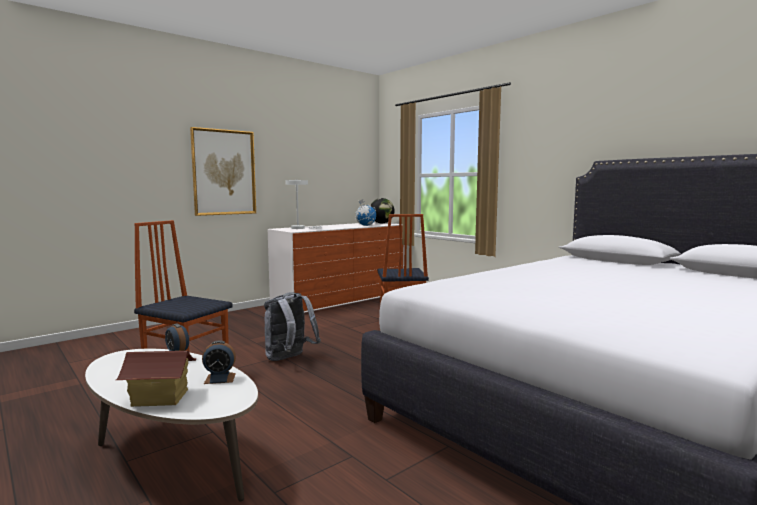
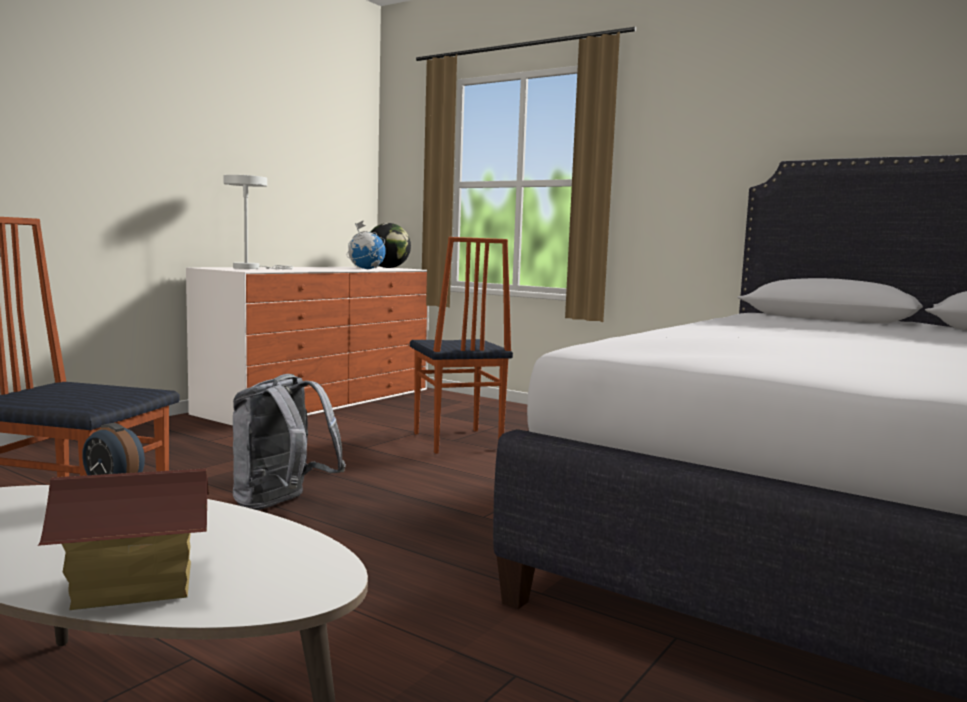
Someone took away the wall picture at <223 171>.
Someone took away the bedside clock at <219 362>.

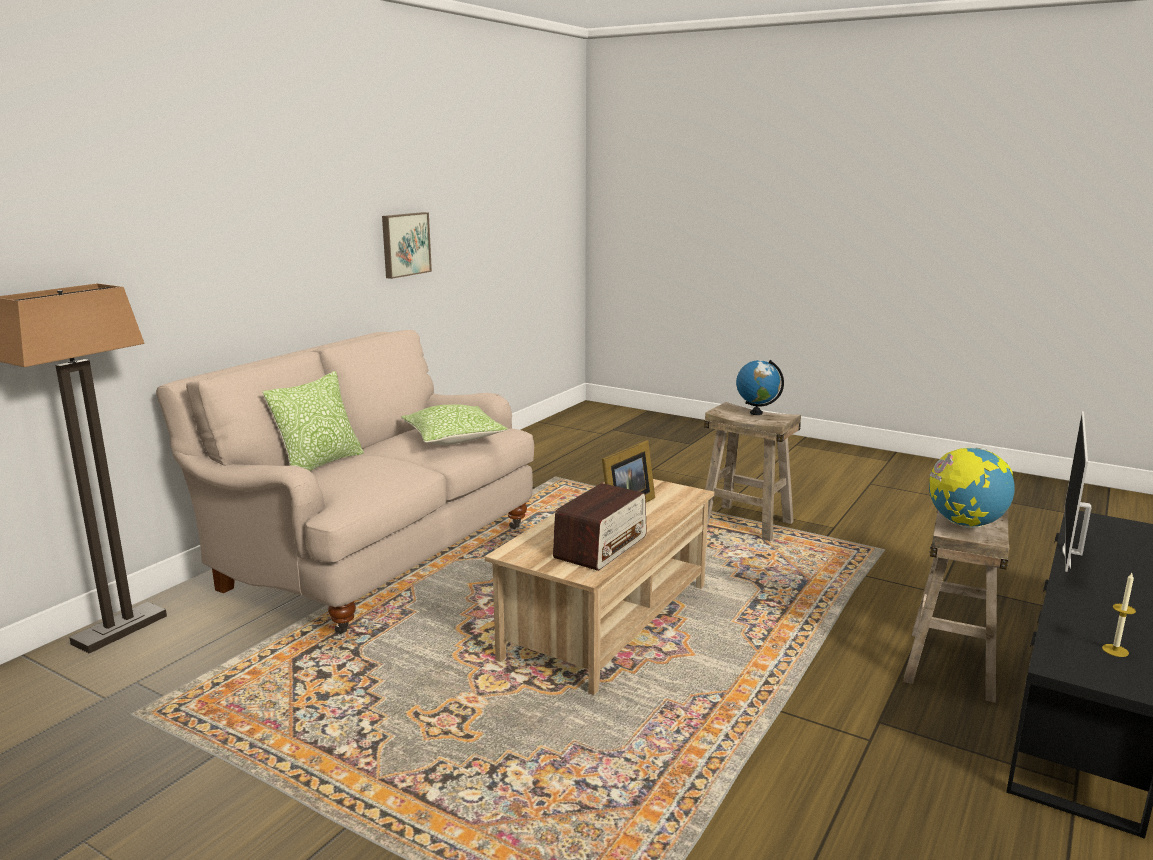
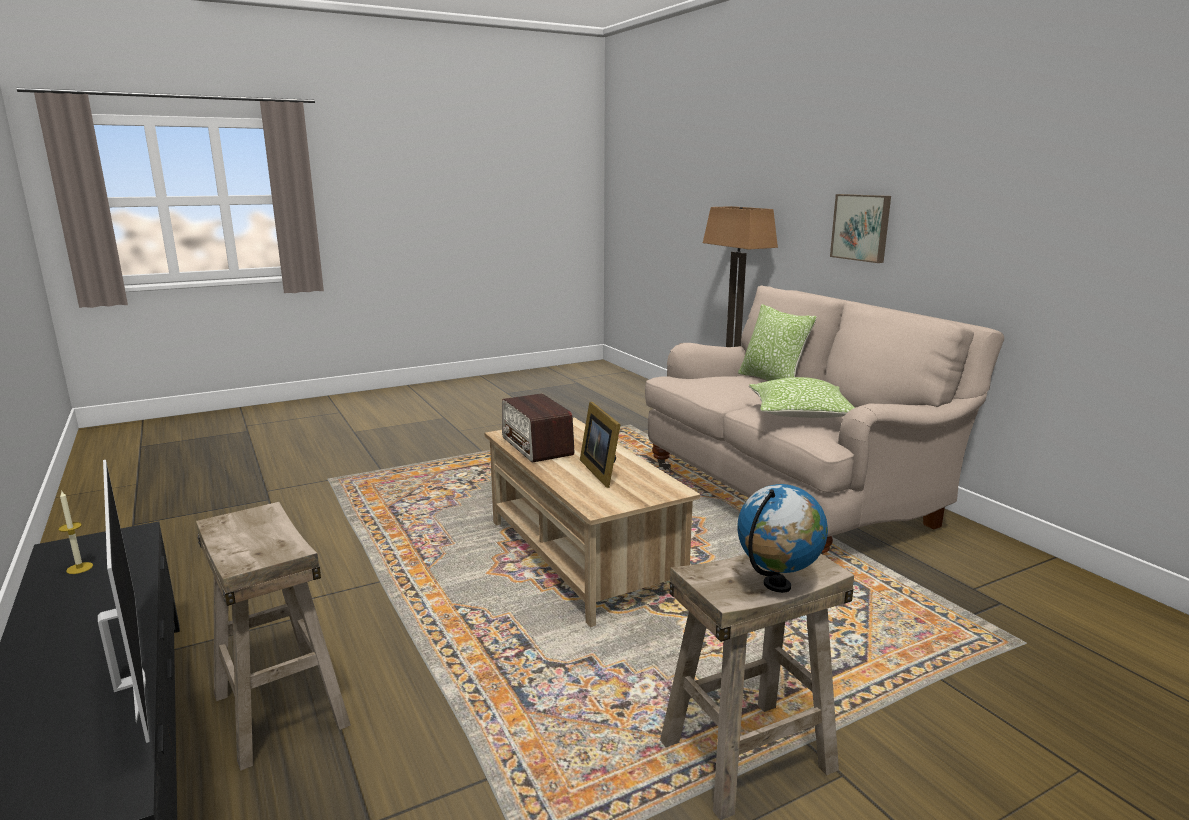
Someone took away the world globe at <972 487>.
Someone carried the wall picture from <407 245> to <860 228>.

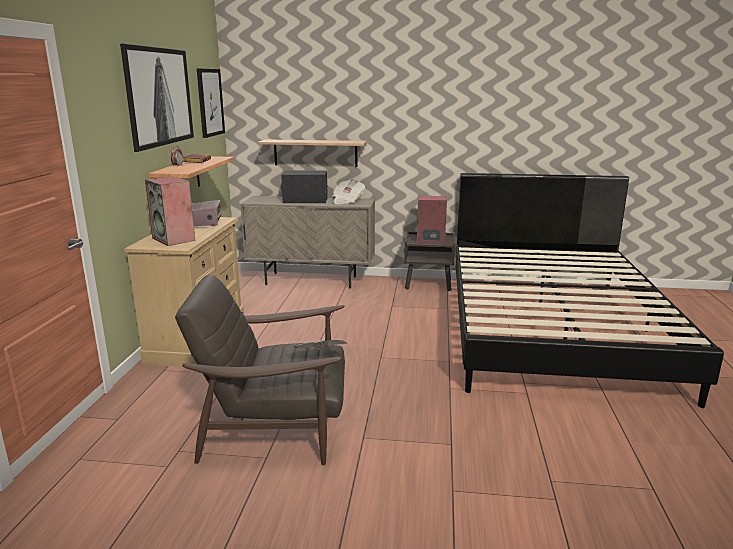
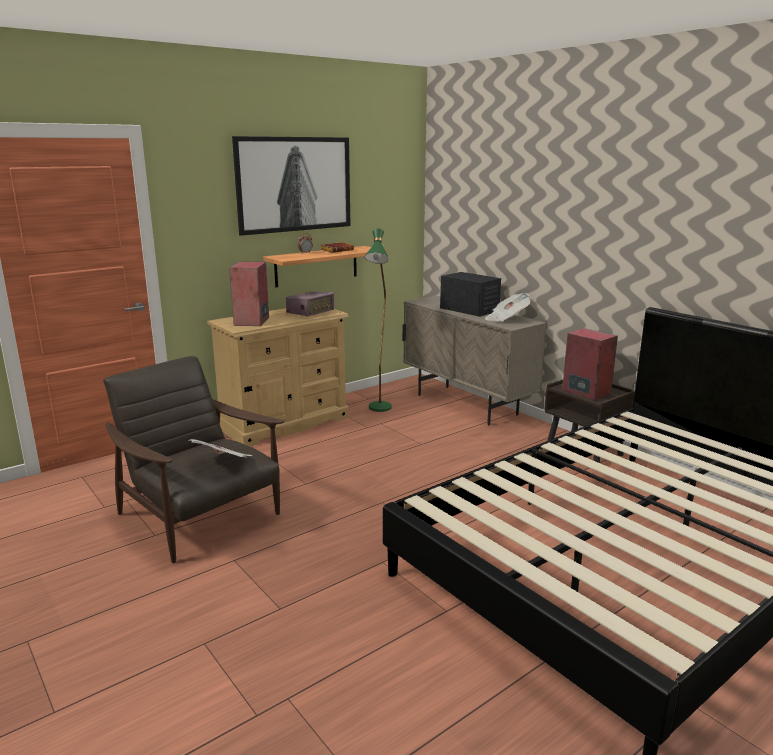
Someone took away the wall picture at <211 103>.
Someone took away the wall shelf at <312 153>.
Someone put down the standard lamp in green at <378 320>.

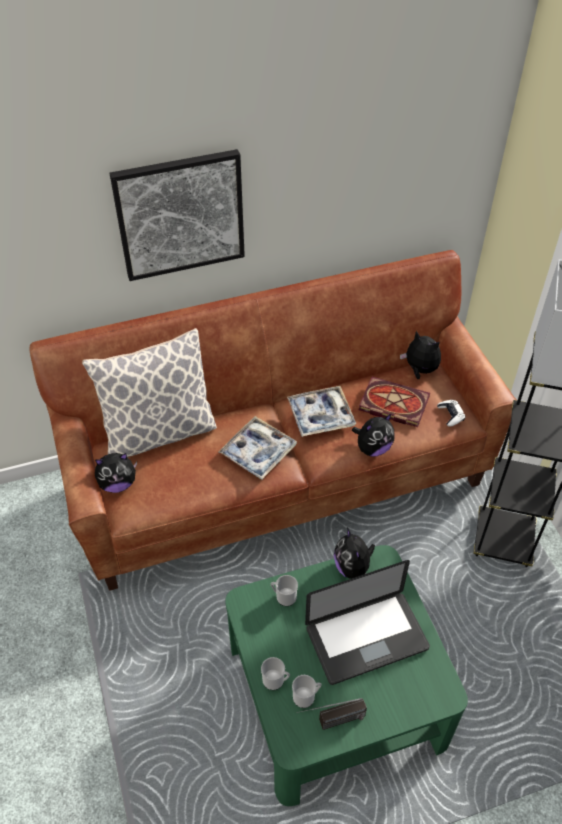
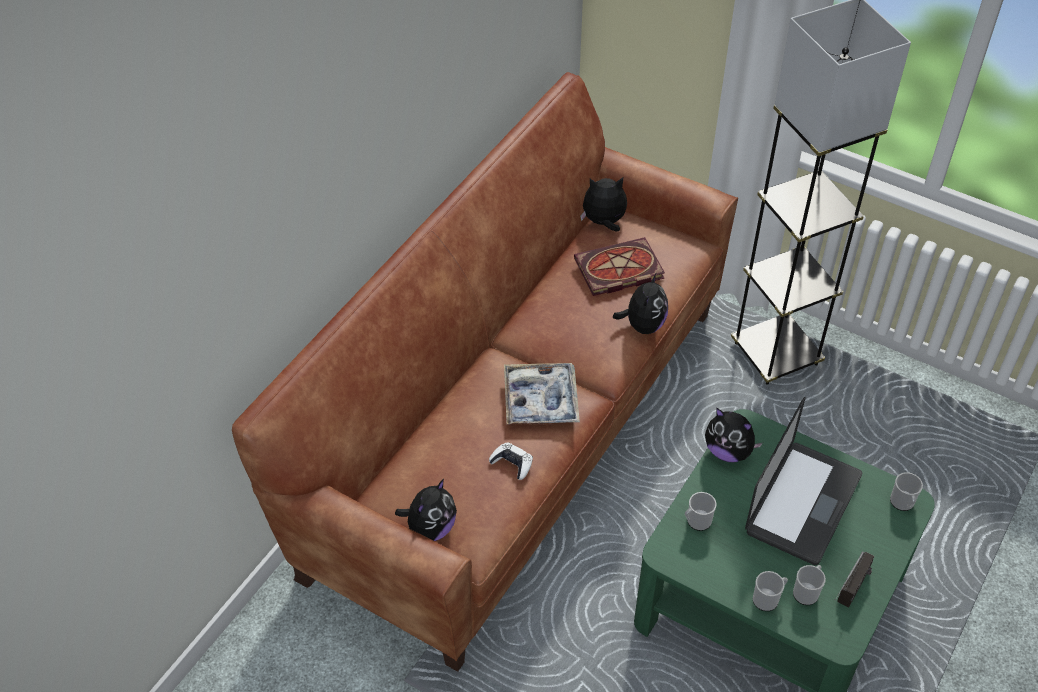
Someone took away the throw pillow at <149 392>.
Someone took away the wall picture at <177 215>.
Someone took away the carrying tray at <322 411>.
Someone put down the coffee mug at <906 491>.
Someone carried the game controller in white from <451 413> to <511 461>.

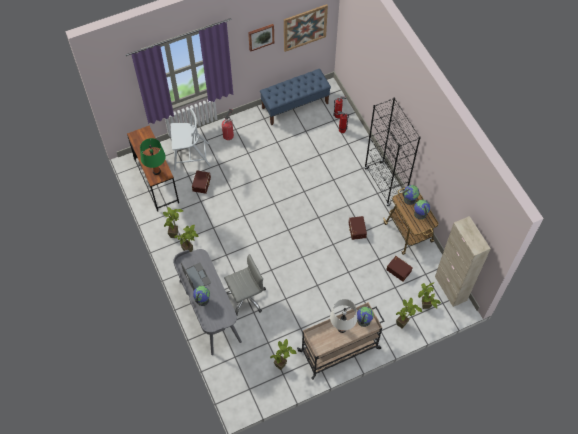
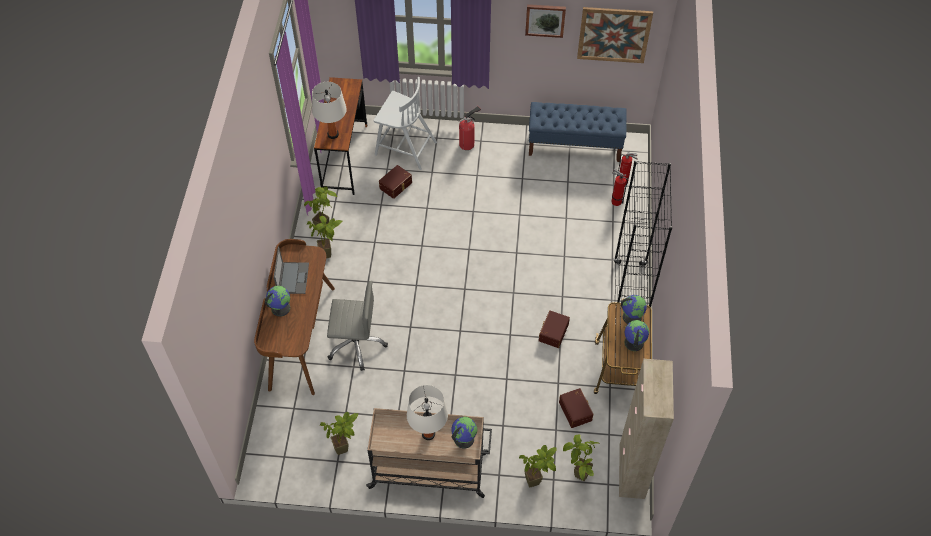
Someone repainted the table lamp in green at <153 156>, which became the table lamp in white at <329 110>.
Someone repainted the desk table in gray at <207 302>, which became the desk table in brownish at <294 317>.

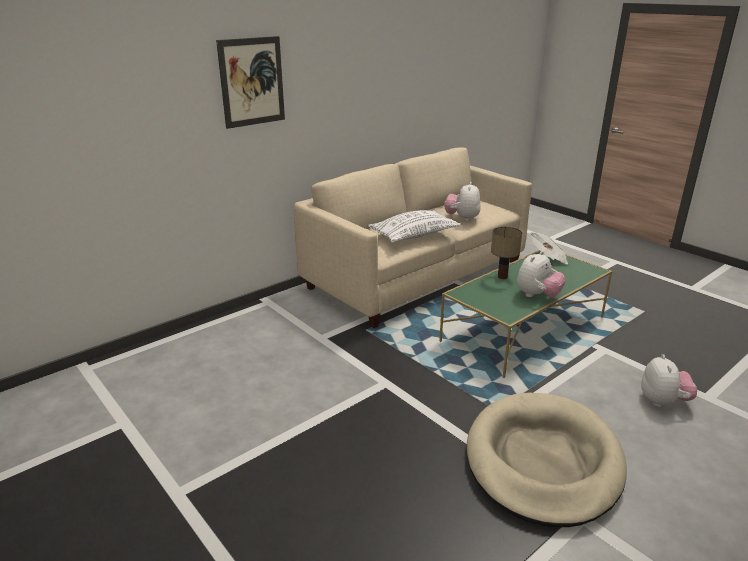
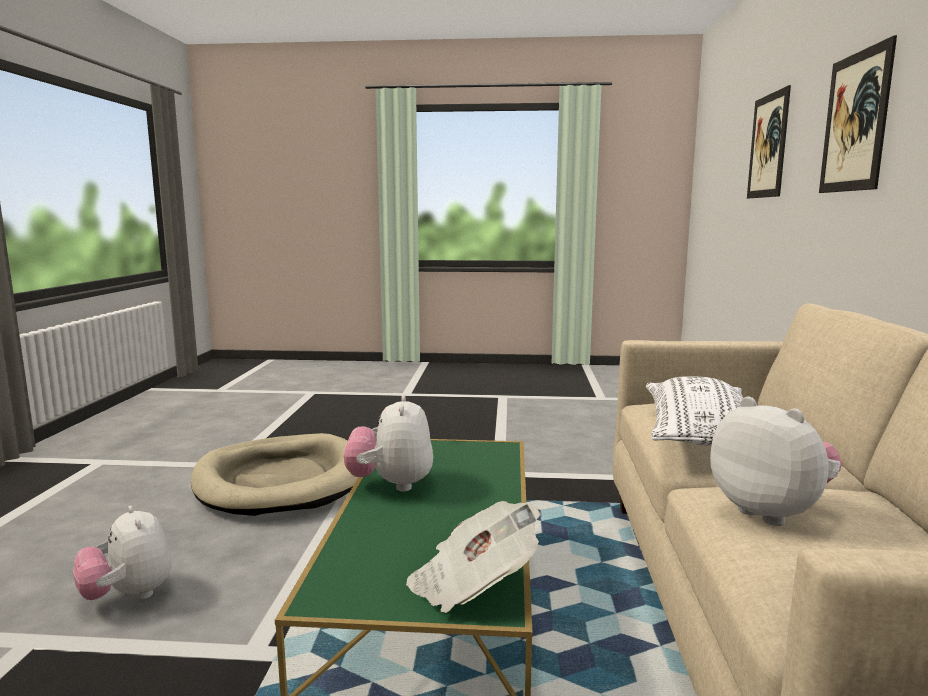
Someone took away the table lamp at <506 253>.
Someone put up the wall picture at <769 141>.

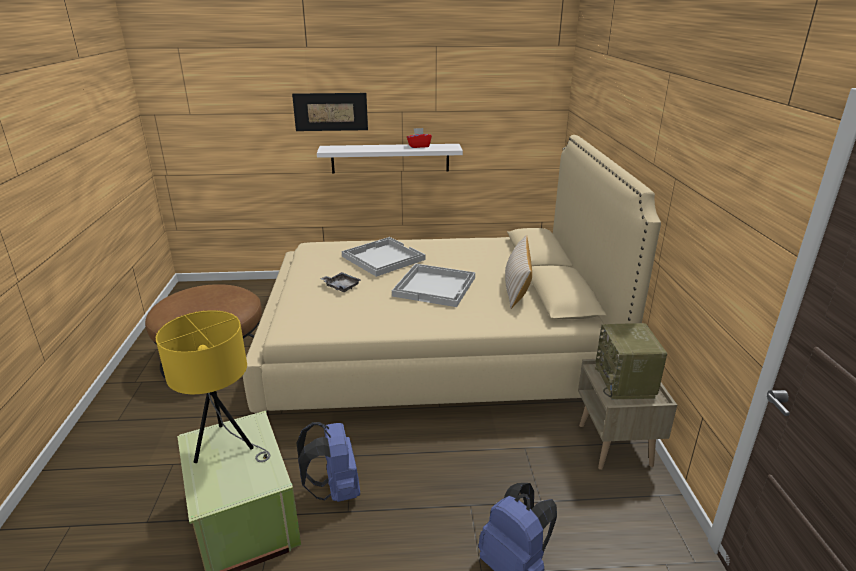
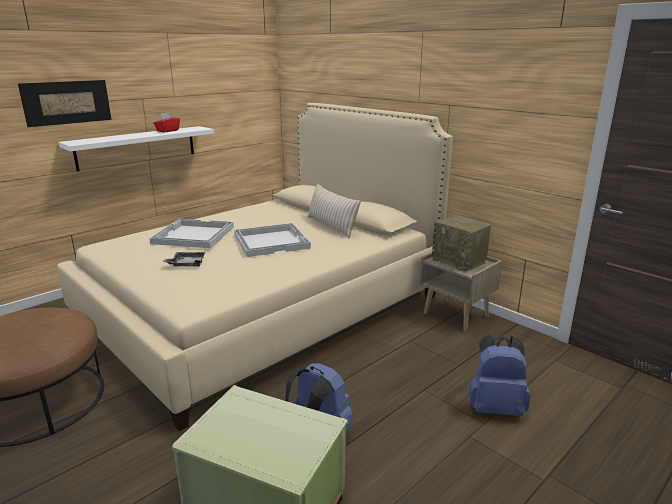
Someone took away the table lamp in yellowish at <213 386>.

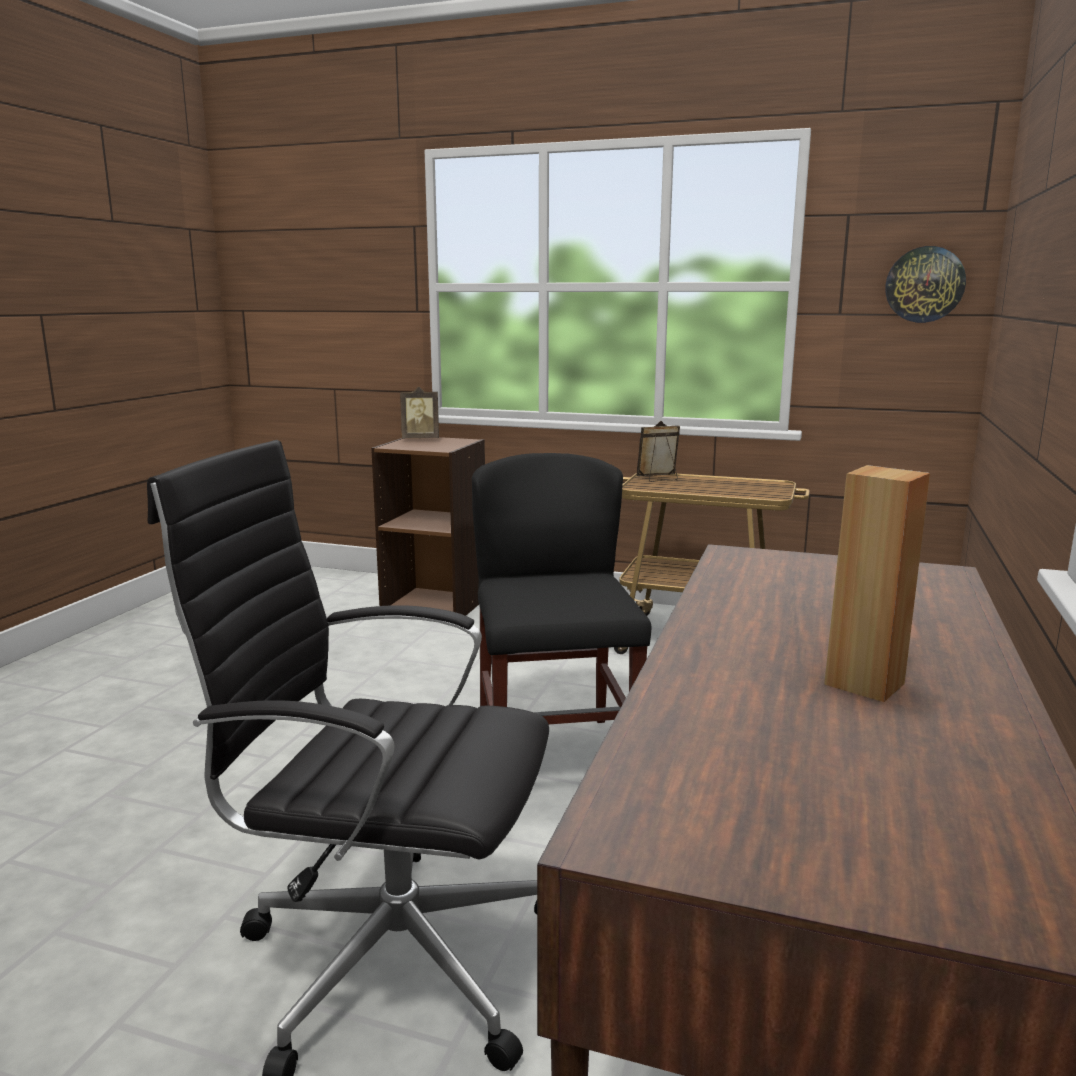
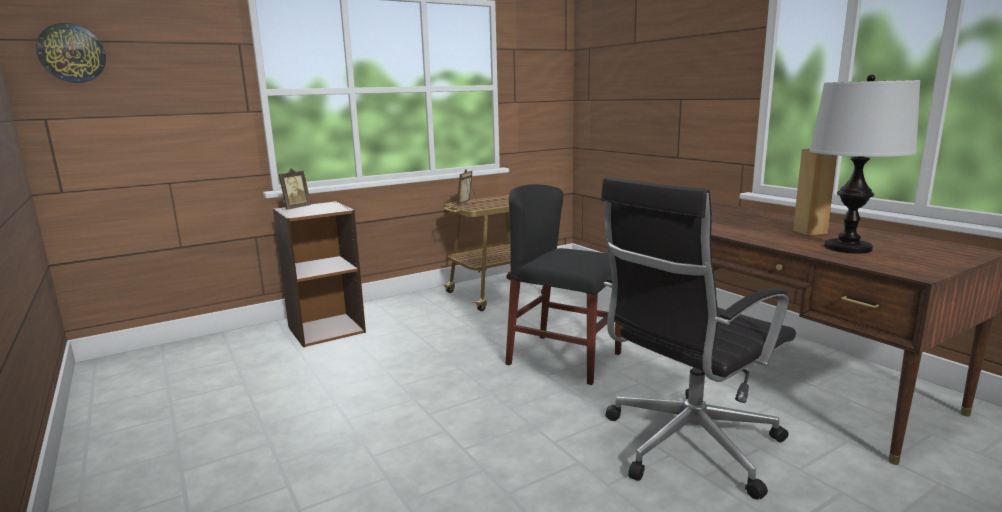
Someone put down the table lamp at <865 164>.
Someone carried the hanging clock from <925 284> to <71 53>.

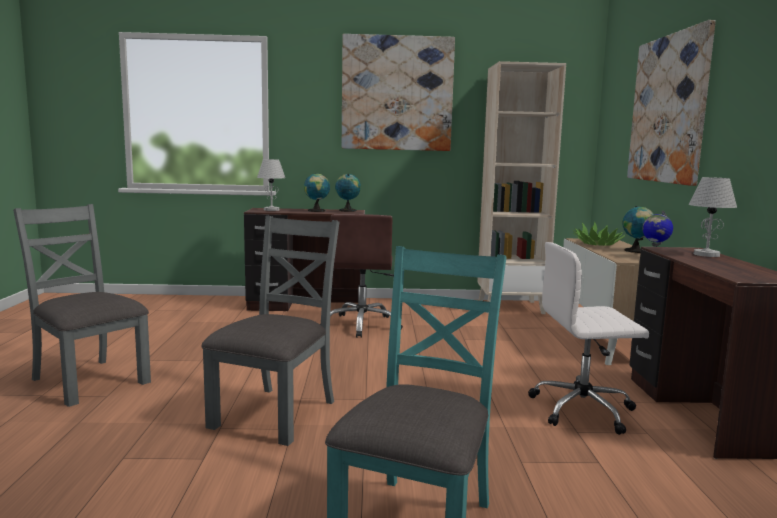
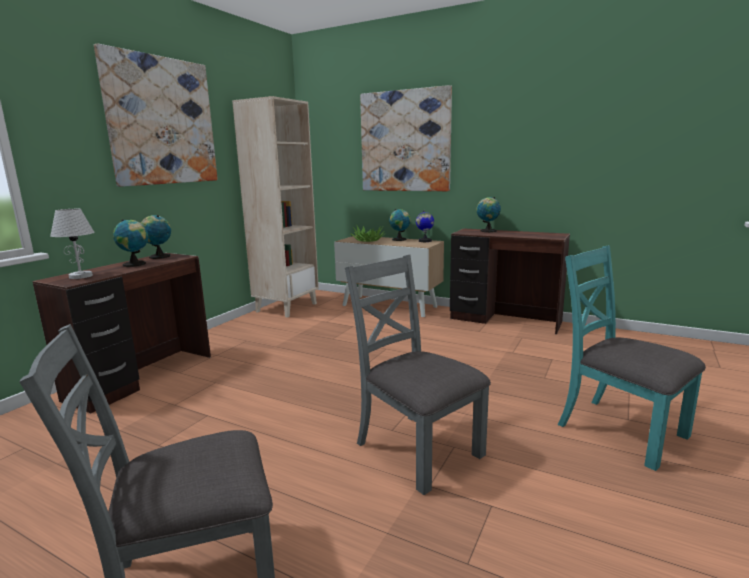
Someone took away the desk chair in brownish at <361 276>.
Someone took away the desk chair in white at <588 338>.
Someone swapped the table lamp in white at <713 217> for the world globe at <488 214>.

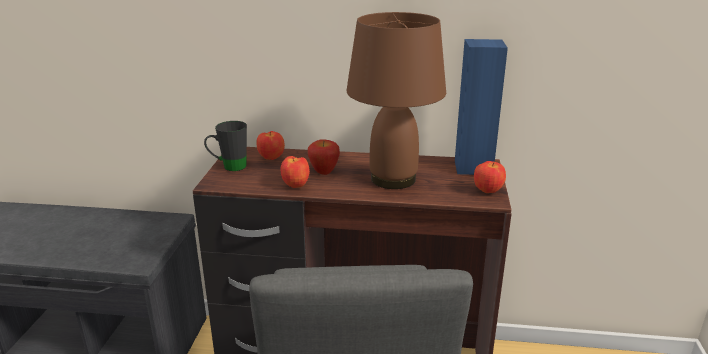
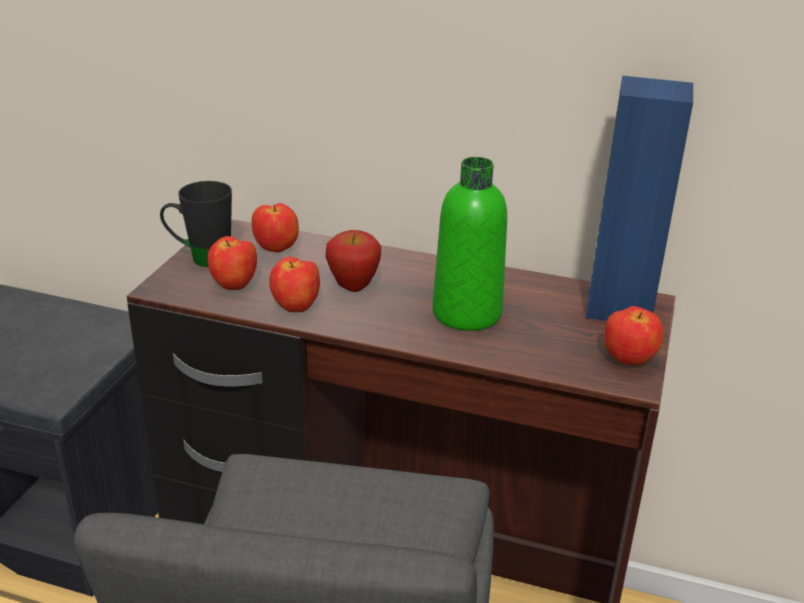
Someone put down the apple at <232 263>.
Someone swapped the table lamp in brownish at <396 100> for the beverage bottle in green at <469 244>.

